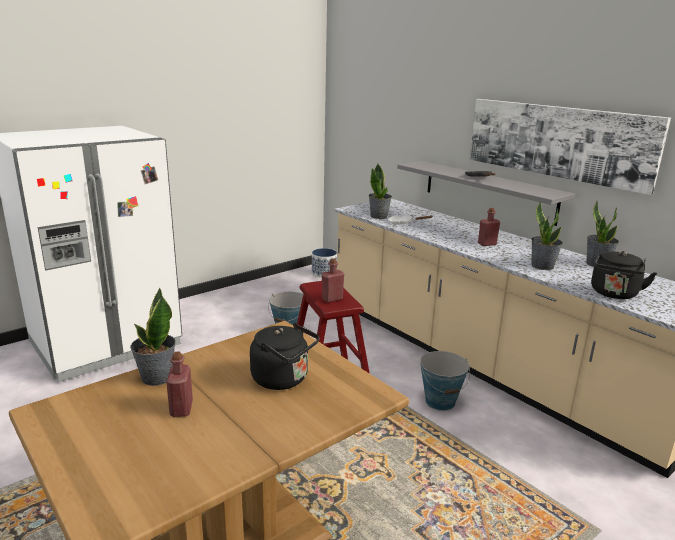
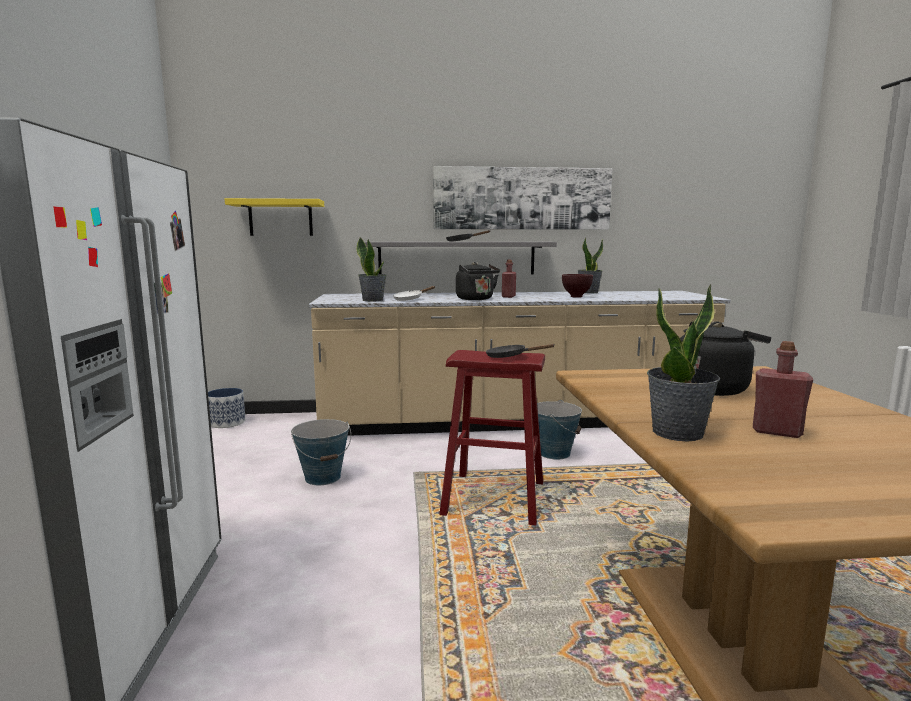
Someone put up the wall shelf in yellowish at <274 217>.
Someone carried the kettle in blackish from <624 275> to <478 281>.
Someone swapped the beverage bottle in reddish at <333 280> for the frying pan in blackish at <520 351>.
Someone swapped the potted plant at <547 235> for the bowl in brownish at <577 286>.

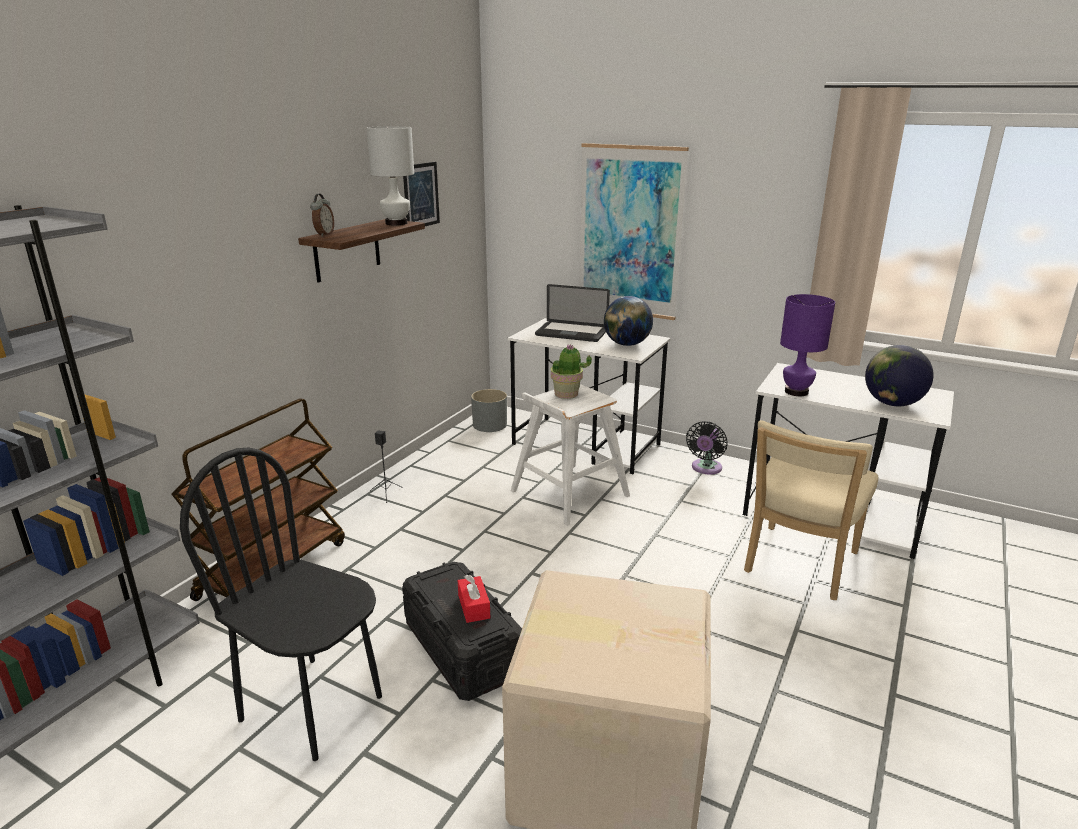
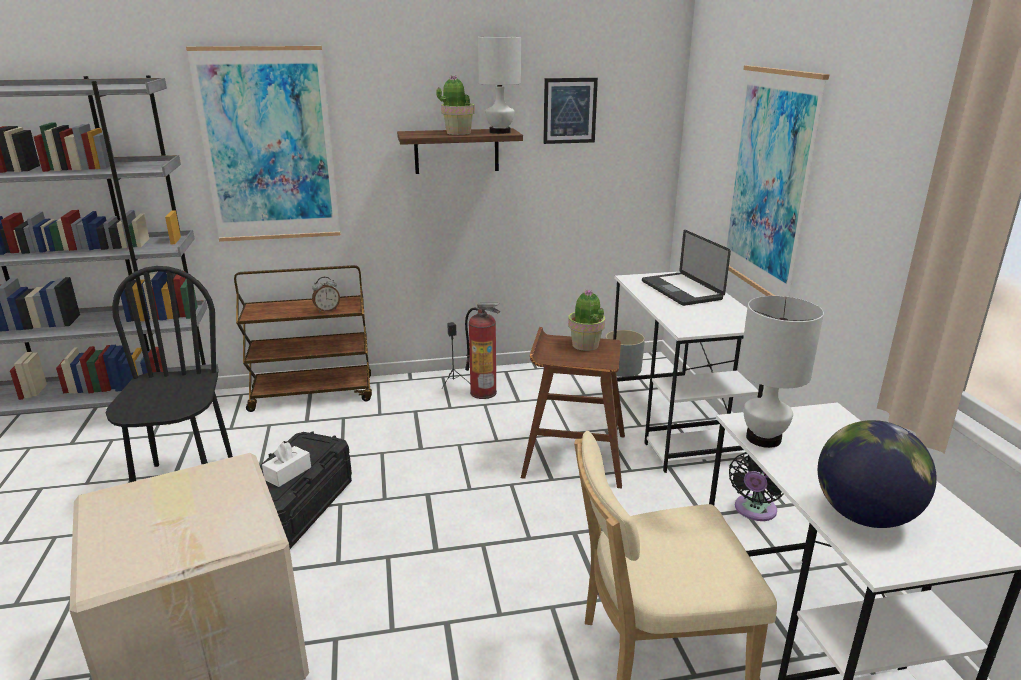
Someone took away the world globe at <628 321>.
Someone put up the wall picture at <263 144>.
Someone put down the potted plant at <455 105>.
Someone put down the fire extinguisher at <482 351>.
Someone carried the bedside clock from <322 215> to <326 294>.
Someone repainted the box of tissues in reddish at <474 599>, which became the box of tissues in white at <286 464>.
Someone repainted the stool in white at <570 455>, which became the stool in brownish at <573 408>.
Someone repainted the table lamp in purplish at <807 345>, which became the table lamp in white at <781 372>.
Someone rotated the fan in blackish at <707 447> by 45 degrees counterclockwise.

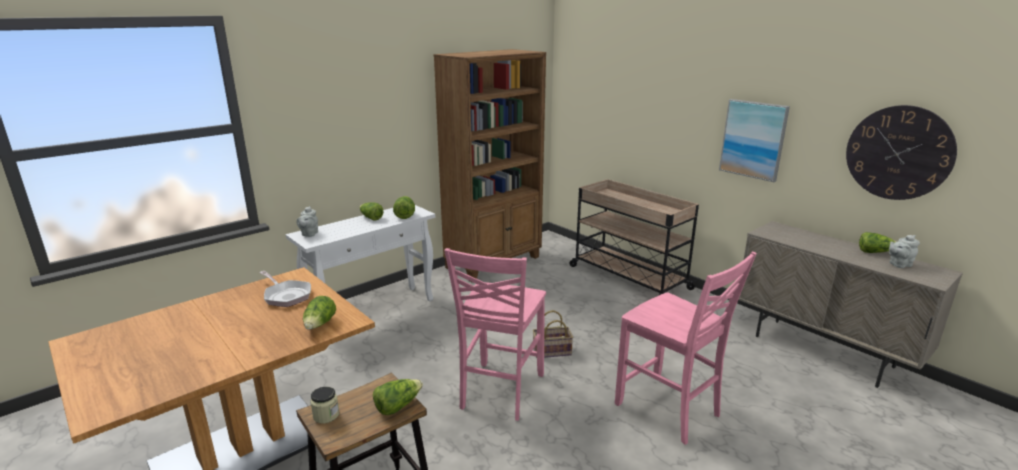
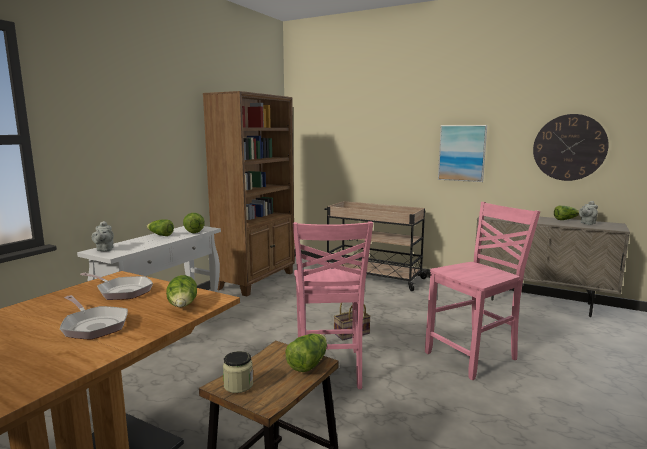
Someone put down the frying pan at <94 317>.
Someone rotated the plain chair in pink at <686 348> by 60 degrees counterclockwise.

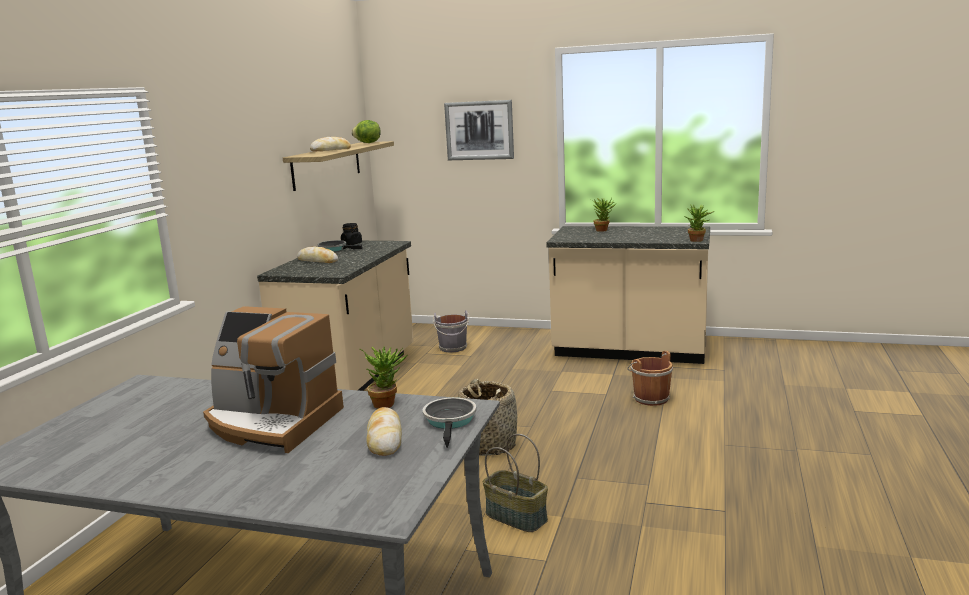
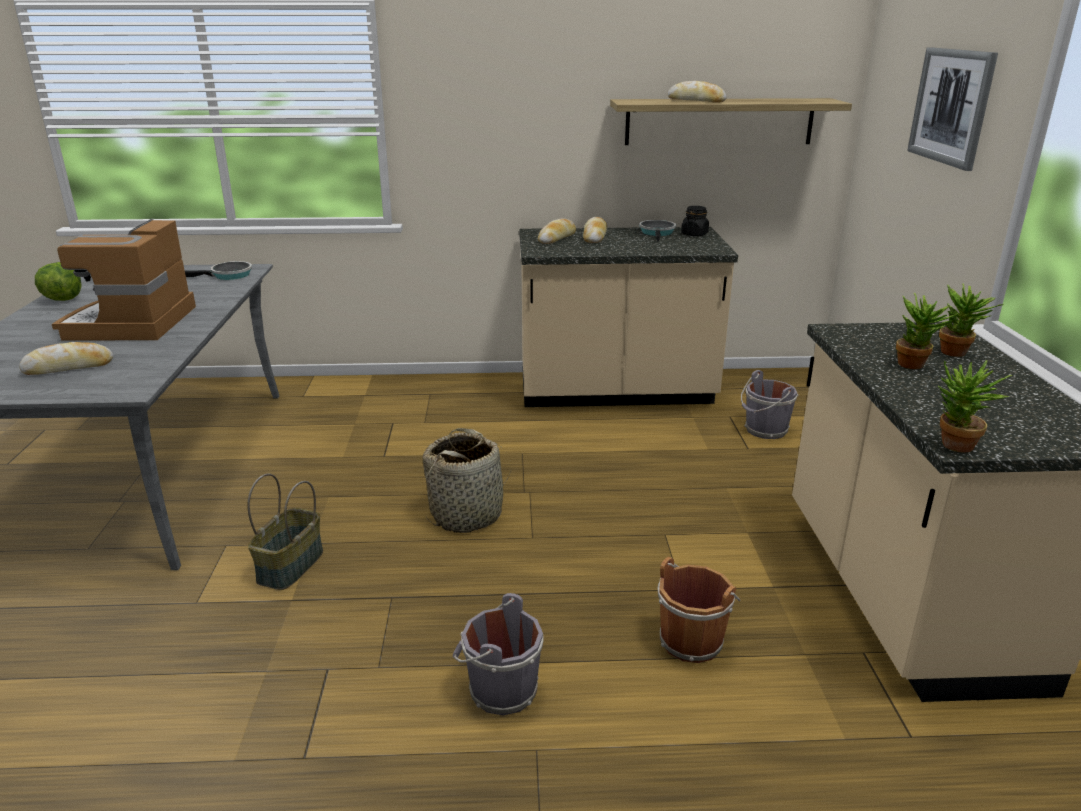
Someone put down the bucket in gray at <498 654>.
Someone put down the bakery bread at <557 231>.
Someone carried the lettuce head from <366 131> to <58 281>.
Someone carried the potted plant from <383 378> to <929 331>.
Someone carried the frying pan from <450 422> to <218 270>.

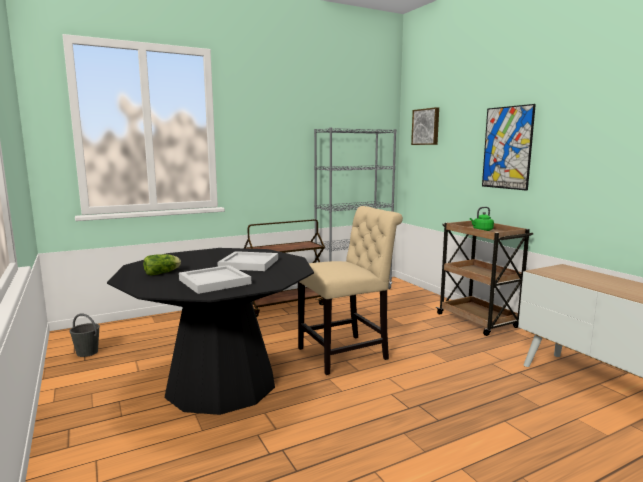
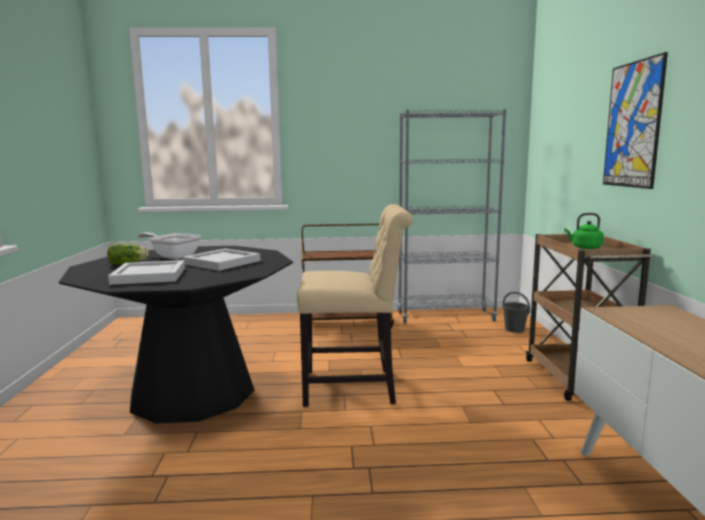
Someone took away the wall picture at <425 126>.
Someone put down the frying pan at <169 246>.
Someone carried the bucket in gray from <84 335> to <516 312>.

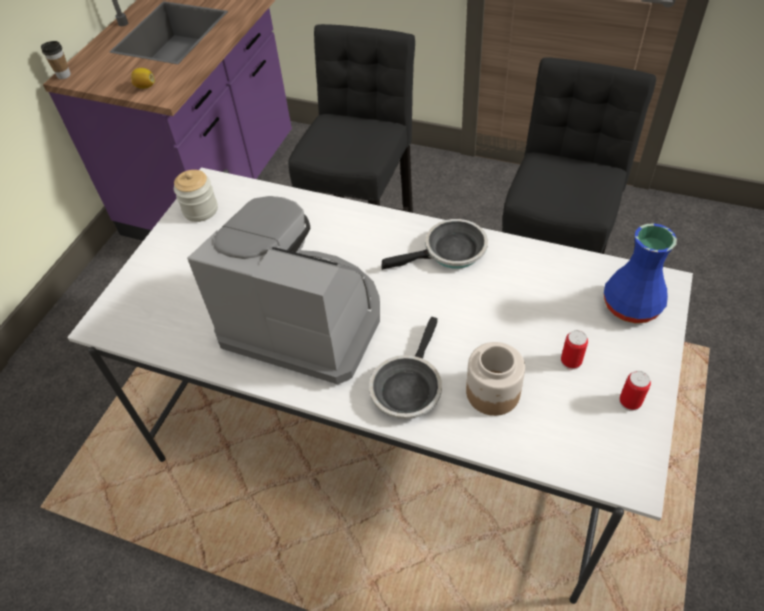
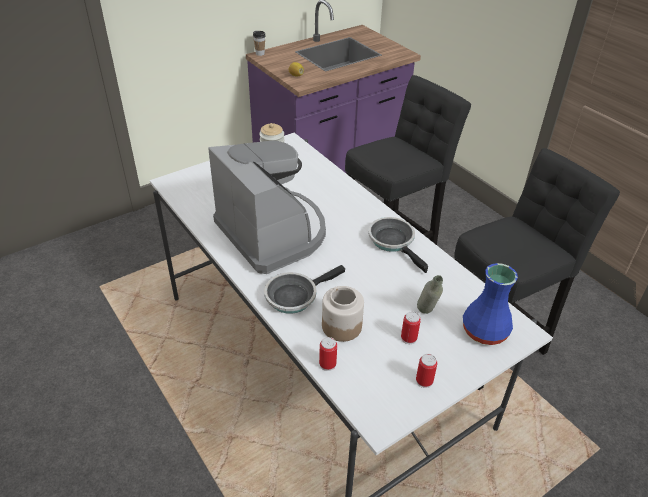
Someone put down the sealed can at <328 354>.
Someone put down the beverage bottle in gray at <430 294>.
Someone rotated the frying pan at <434 244> by 135 degrees counterclockwise.

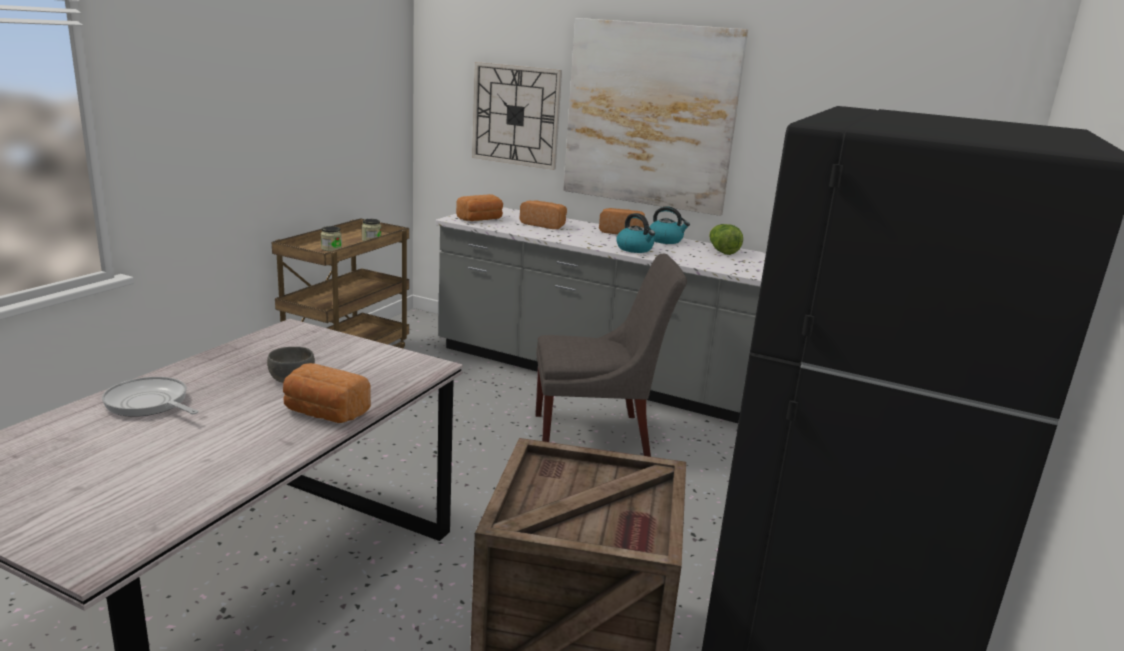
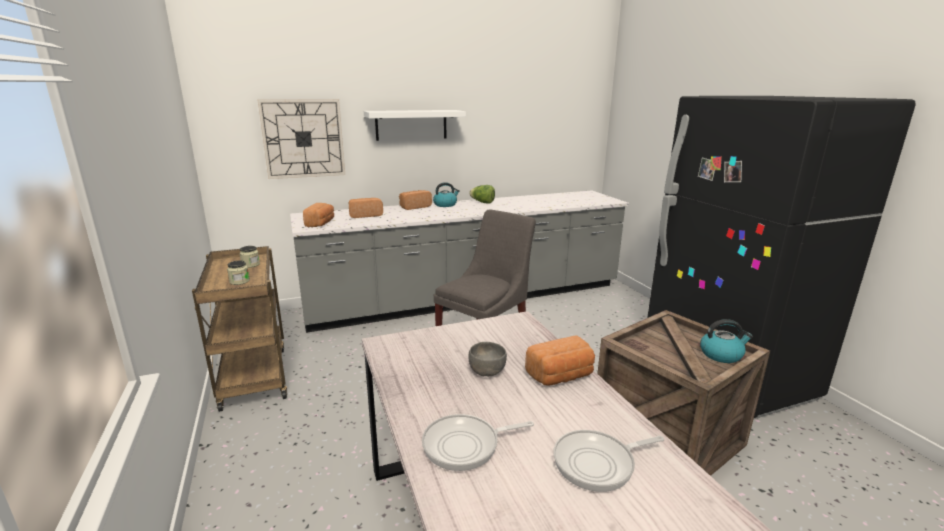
Someone put down the frying pan at <608 461>.
Someone carried the kettle from <635 233> to <726 341>.
Someone swapped the wall picture at <655 117> for the wall shelf in white at <415 125>.

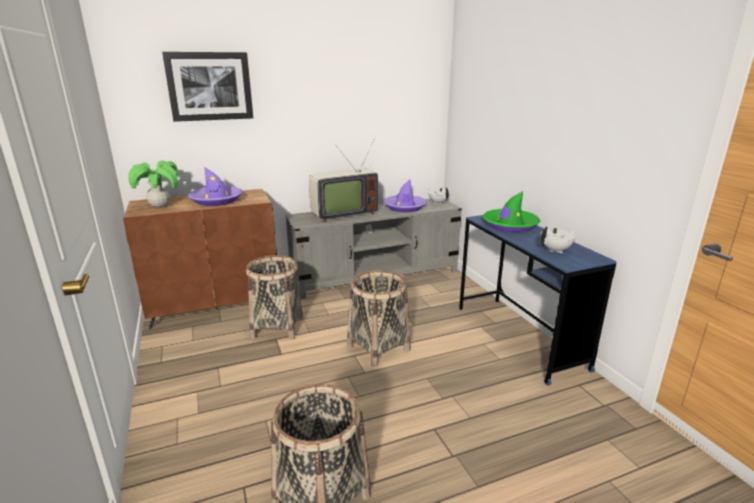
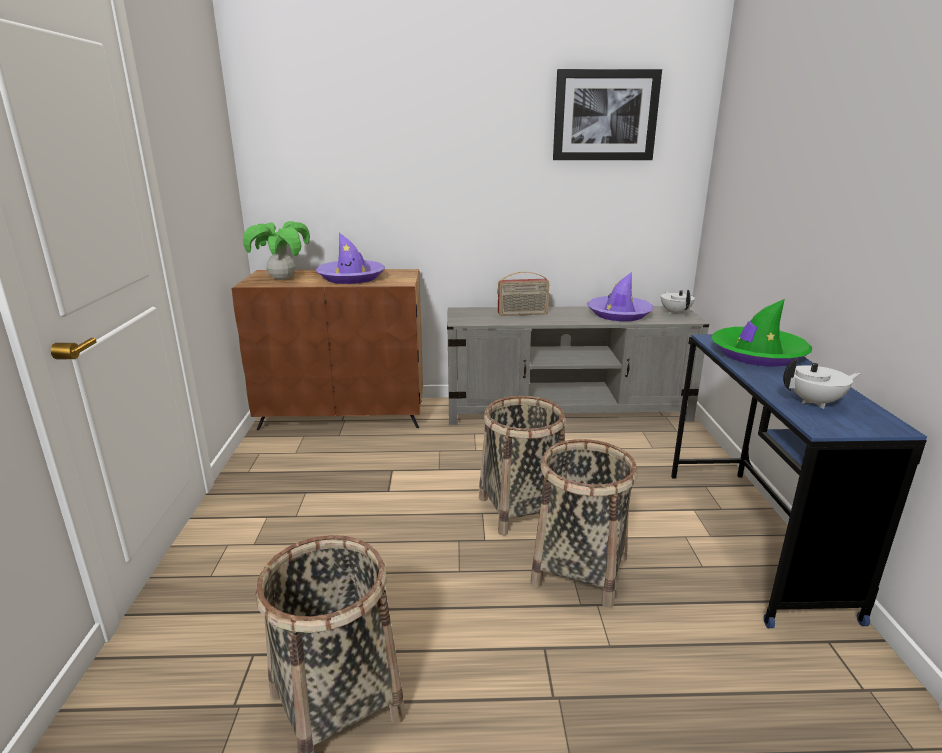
Someone carried the wall picture from <207 87> to <607 114>.
Someone carried the basket from <274 297> to <583 523>.
Someone swapped the TV at <343 181> for the radio receiver at <523 293>.

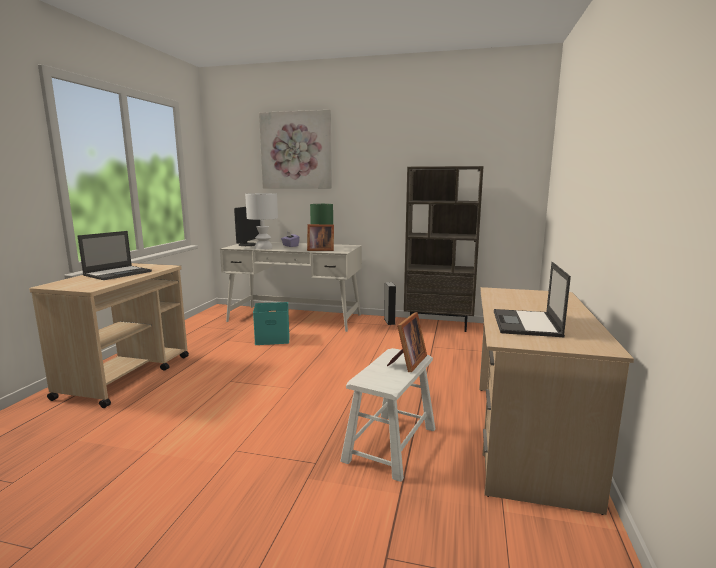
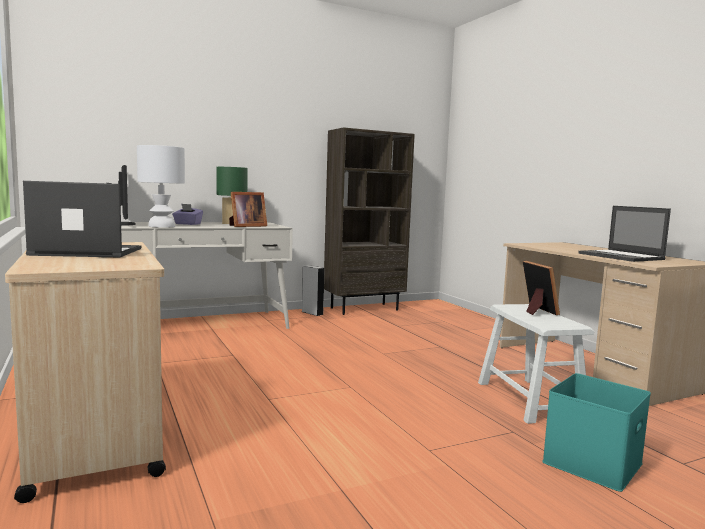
Someone took away the wall picture at <295 149>.
Someone carried the storage box in blue-green from <271 323> to <596 432>.
Someone rotated the notebook computer at <115 255> by 90 degrees counterclockwise.

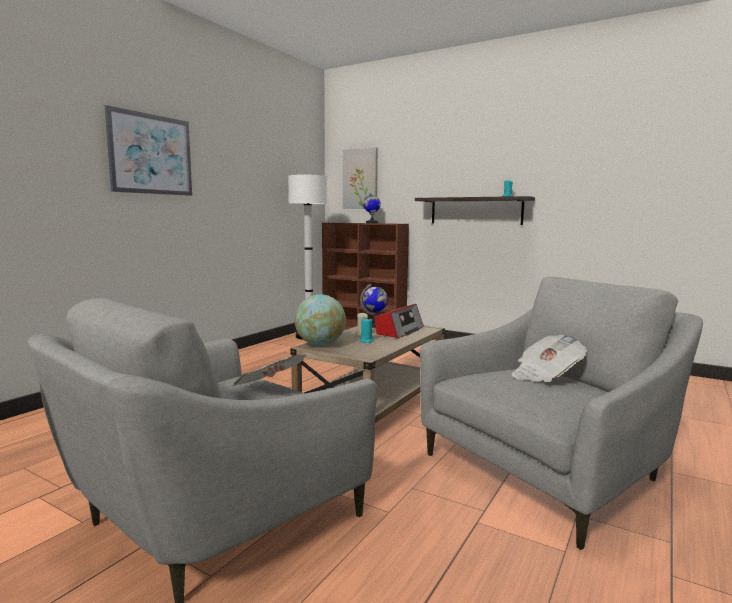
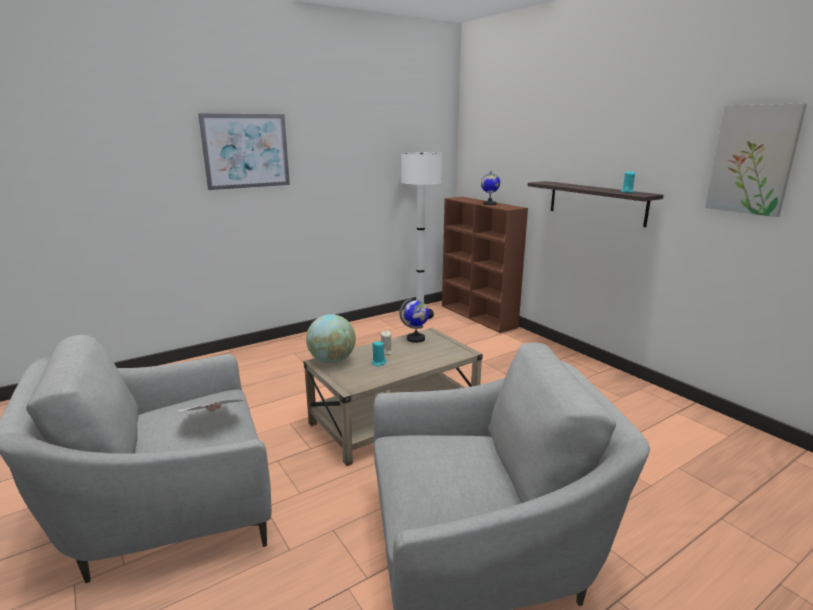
Someone took away the radio receiver at <399 321>.
Someone took away the daily paper at <549 359>.
Someone carried the wall picture from <360 178> to <756 160>.

